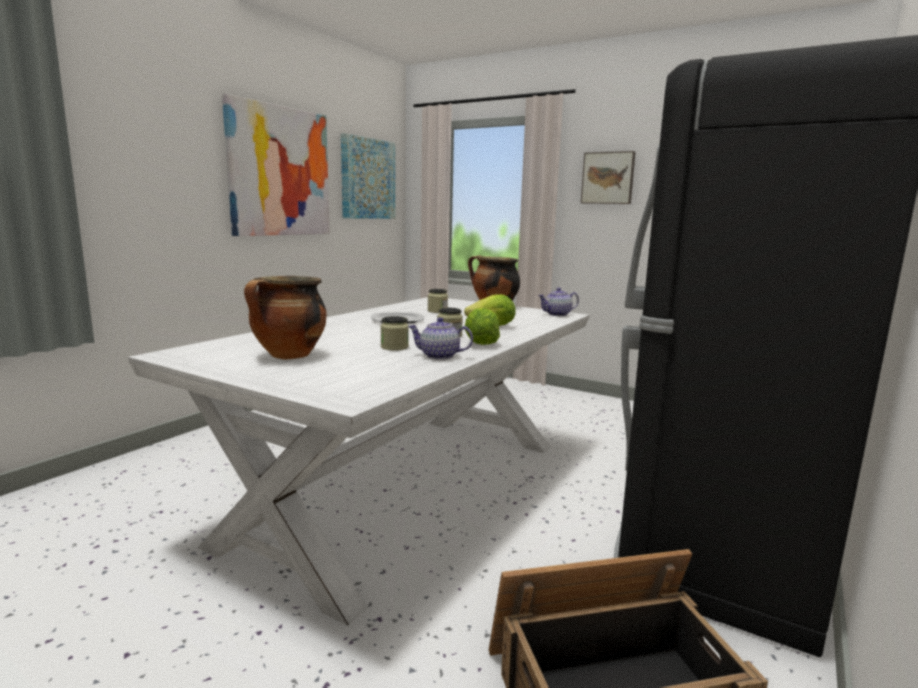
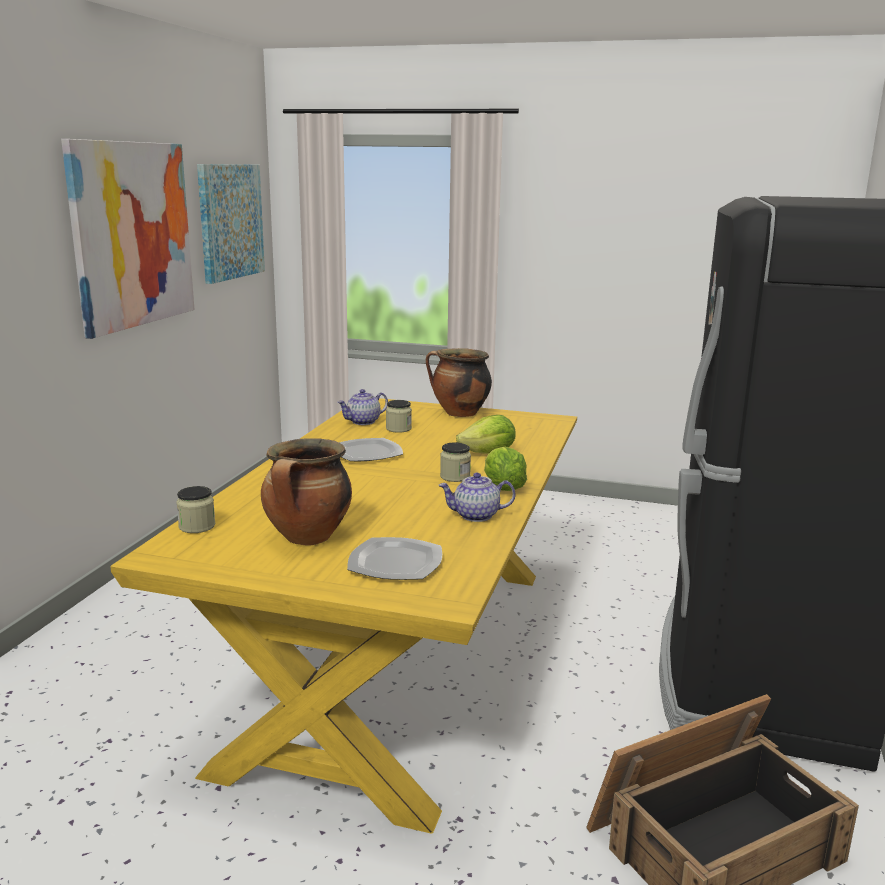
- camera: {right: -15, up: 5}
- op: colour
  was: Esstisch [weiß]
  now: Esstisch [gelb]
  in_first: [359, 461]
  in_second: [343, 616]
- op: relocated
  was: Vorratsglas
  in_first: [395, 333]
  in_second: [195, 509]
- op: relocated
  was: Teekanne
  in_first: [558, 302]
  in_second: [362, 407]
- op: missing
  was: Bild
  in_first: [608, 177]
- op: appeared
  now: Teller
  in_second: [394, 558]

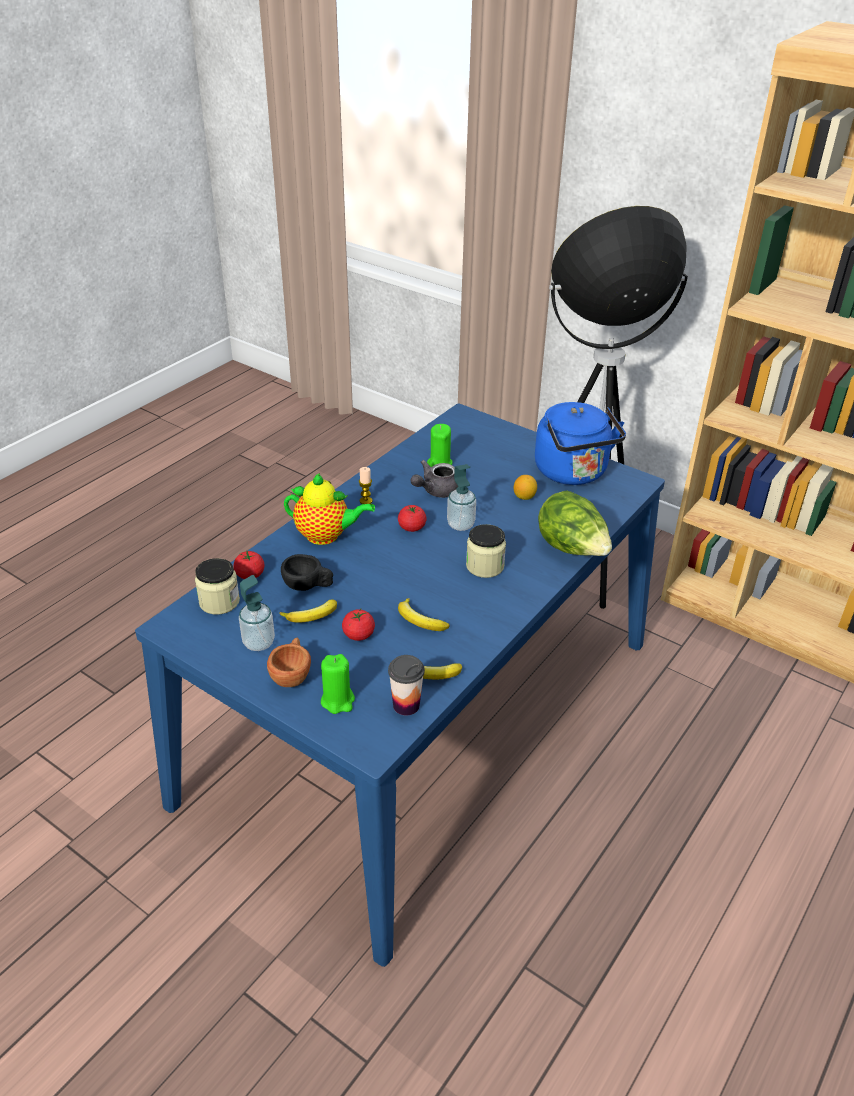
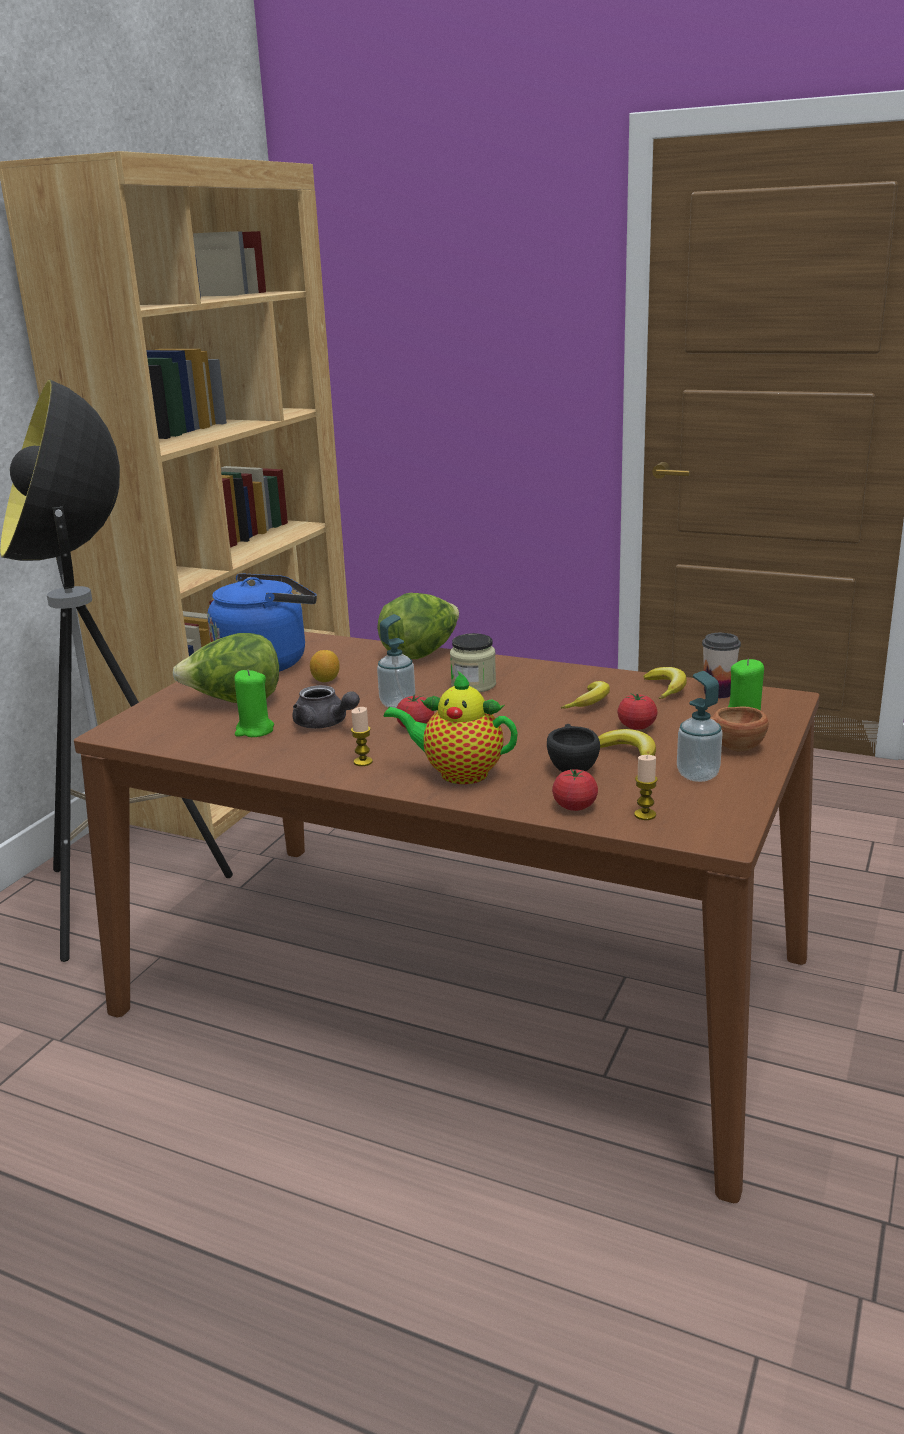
- camera: {right: -100, up: -15}
- op: colour
  was: Esstisch [blau]
  now: Esstisch [braun]
  in_first: [400, 685]
  in_second: [447, 917]
- op: exchanged
  was: Vorratsglas
  now: Kerze
  in_first: [217, 586]
  in_second: [646, 787]
- op: spun
  was: Teekanne
  in_first: [329, 509]
  in_second: [451, 727]
  clockwise: -75
- op: appeared
  now: Salatkopf
  in_second: [225, 668]

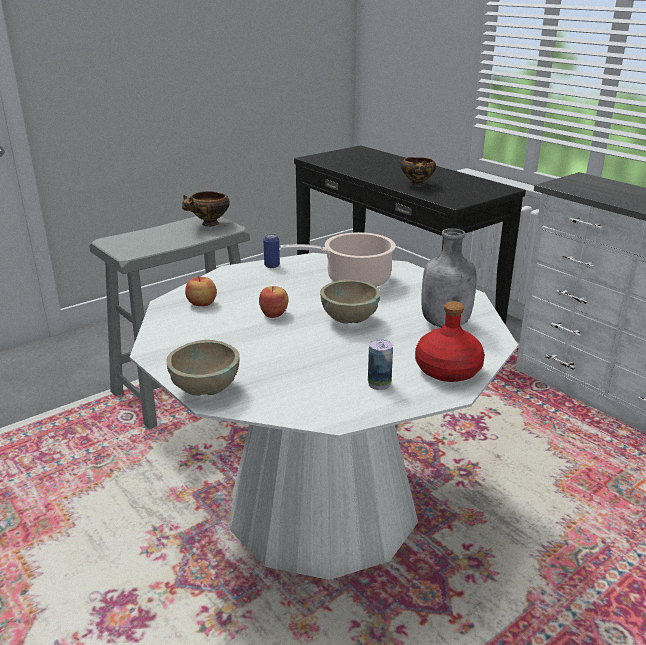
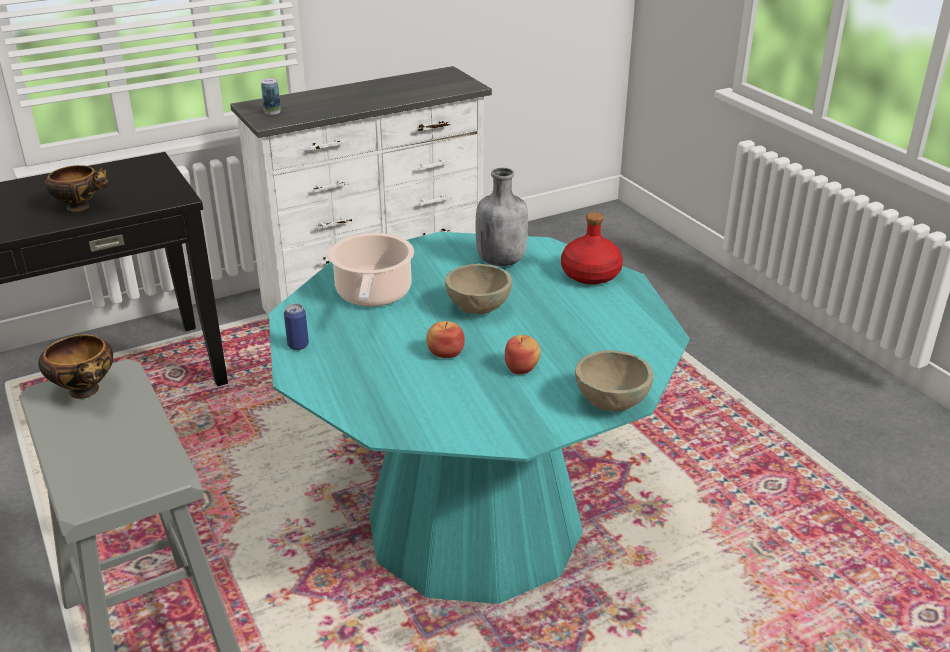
- camera: {right: -80, up: 5}
- op: colour
  was: Esstisch [weiß]
  now: Esstisch [türkis]
  in_first: [324, 416]
  in_second: [479, 418]
- op: relocated
  was: Apfel
  in_first: [201, 291]
  in_second: [523, 354]
- op: relocated
  was: Dose
  in_first: [380, 364]
  in_second: [271, 96]

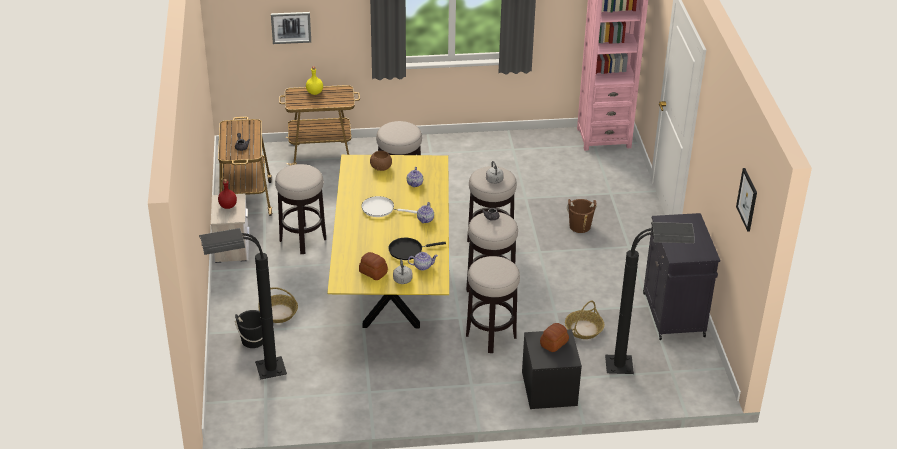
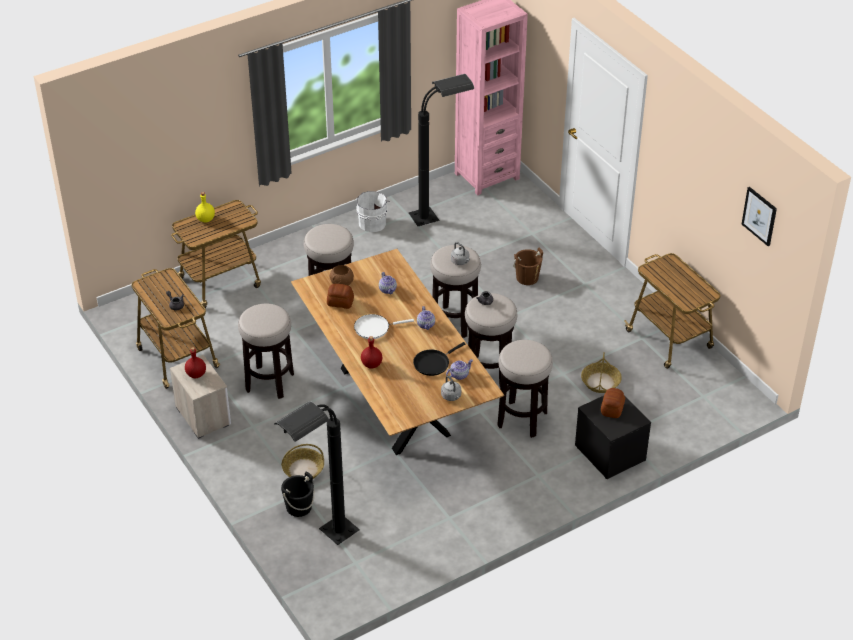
- camera: {right: -25, up: 5}
- op: missing
  was: Bild
  in_first: [291, 28]
- op: colour
  was: Esstisch [gelb]
  now: Esstisch [braun]
  in_first: [388, 241]
  in_second: [398, 352]
- op: relocated
  was: Brot
  in_first: [373, 266]
  in_second: [340, 296]
- op: relocated
  was: Stehlampe [schwarz]
  in_first: [650, 298]
  in_second: [441, 150]
- op: exchanged
  was: Schrank [schwarz]
  now: Rollwagen
  in_first: [681, 276]
  in_second: [672, 311]
- op: appeared
  now: Eimer [weiß]
  in_second: [373, 211]
- op: appeared
  now: Flasche [rot]
  in_second: [372, 352]

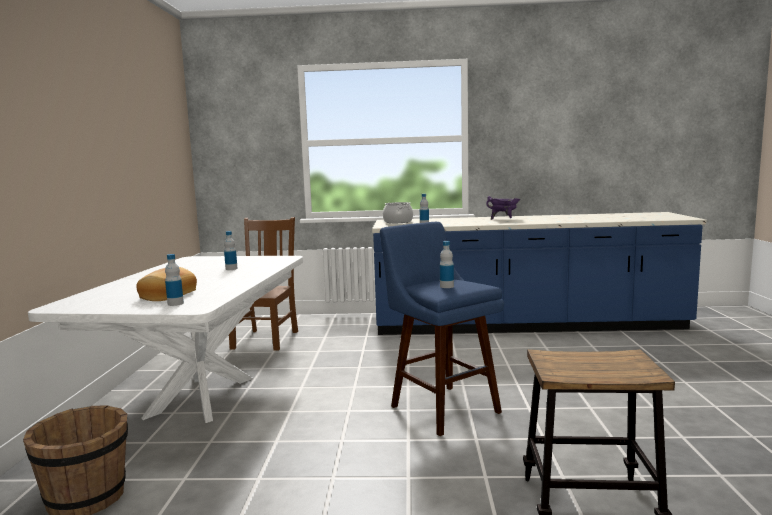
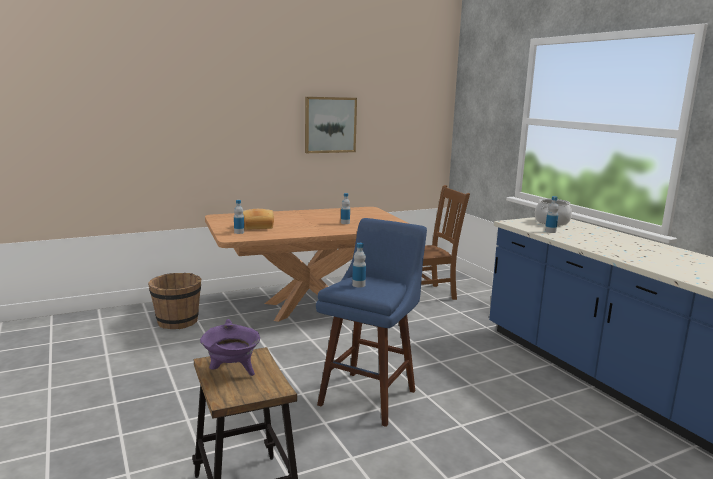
- camera: {right: 60, up: 5}
- op: colour
  was: Esstisch [weiß]
  now: Esstisch [braun]
  in_first: [165, 339]
  in_second: [307, 264]
- op: relocated
  was: Kochtopf [lila]
  in_first: [503, 208]
  in_second: [230, 347]
- op: appeared
  now: Bild
  in_second: [331, 125]

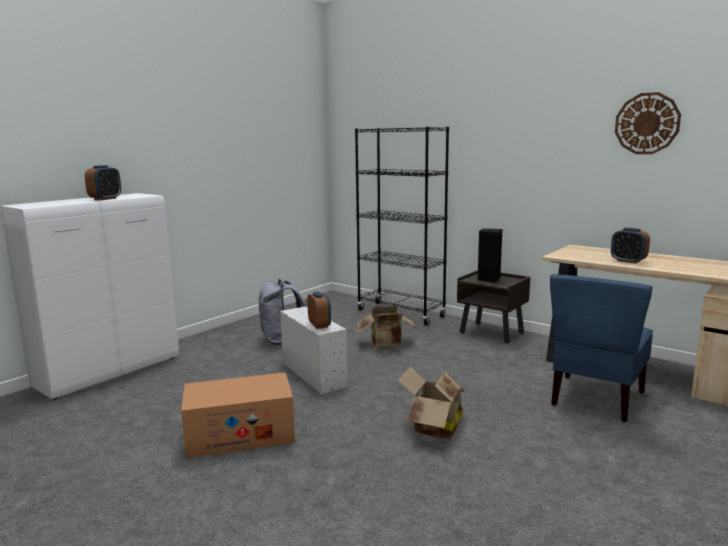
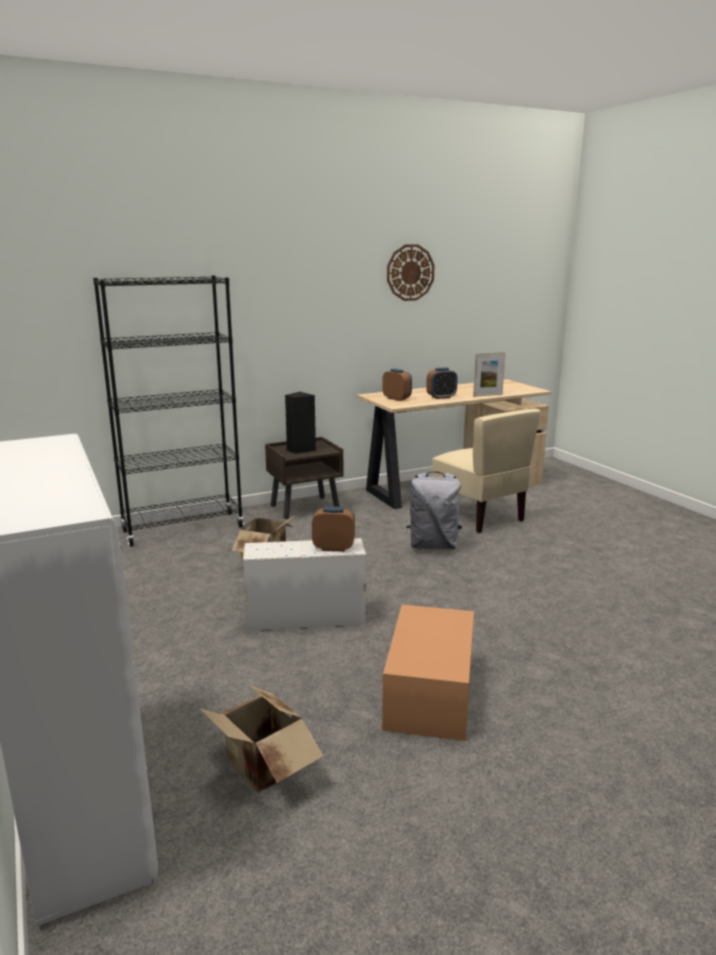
- camera: {right: -65, up: 5}
- op: relocated
  was: Wecker
  in_first: [103, 182]
  in_second: [397, 385]
- op: relocated
  was: Rucksack [grau]
  in_first: [282, 312]
  in_second: [434, 510]
- op: relocated
  was: Karton
  in_first: [432, 403]
  in_second: [261, 739]
- op: colour
  was: Stuhl [blau]
  now: Stuhl [beige]
  in_first: [601, 348]
  in_second: [486, 471]
- op: appeared
  now: Bilderrahmen
  in_second: [489, 374]

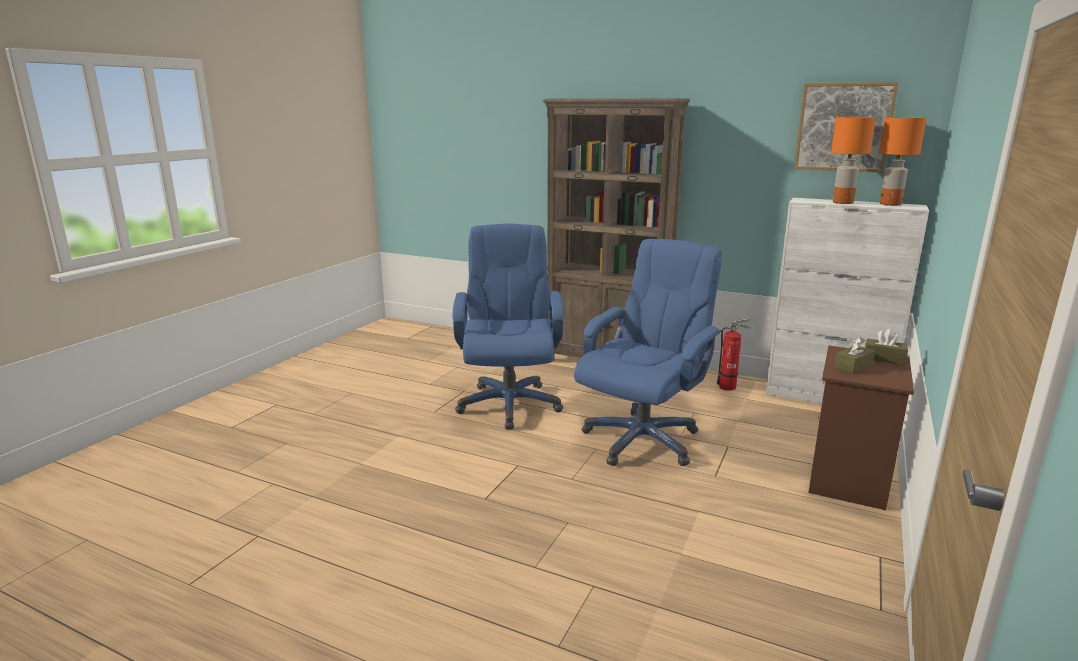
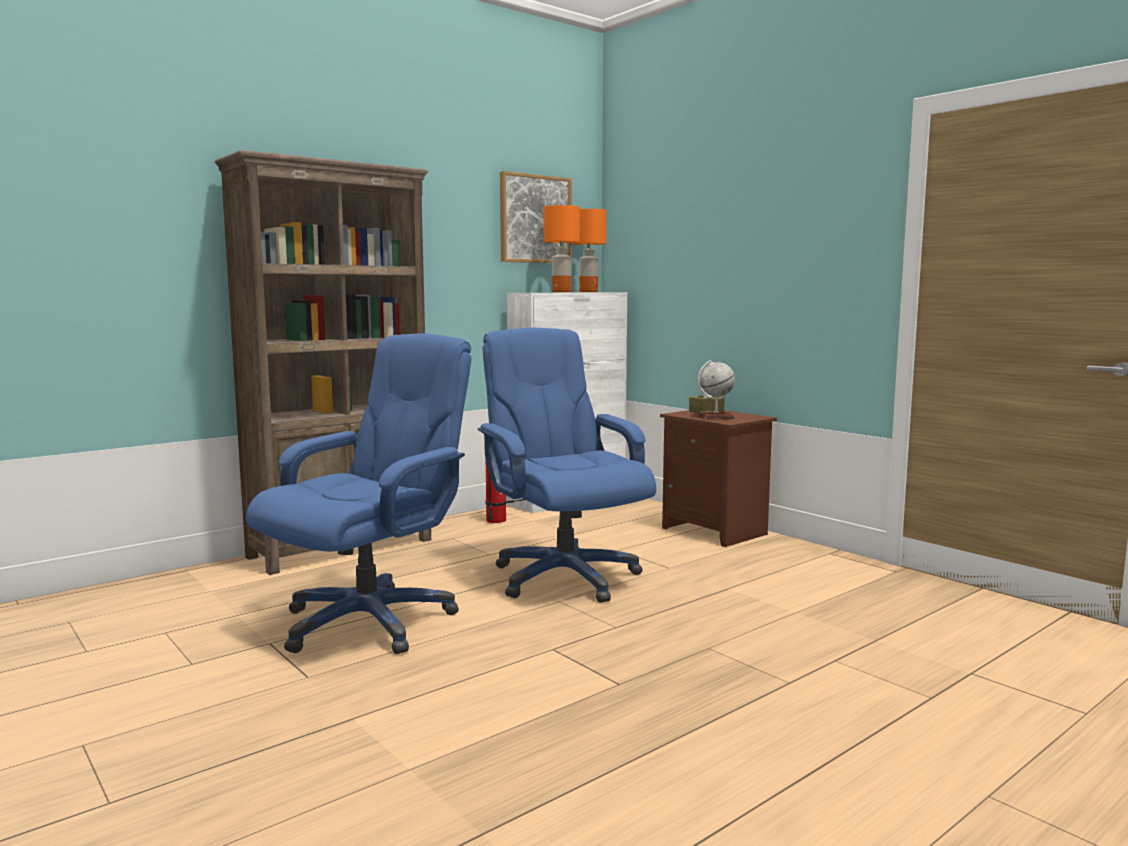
- camera: {right: -65, up: -10}
- op: spun
  was: Bürostuhl [blau]
  in_first: [508, 326]
  in_second: [359, 493]
  clockwise: 105
- op: exchanged
  was: Taschentuchbox [braun]
  now: Globus
  in_first: [854, 355]
  in_second: [716, 390]

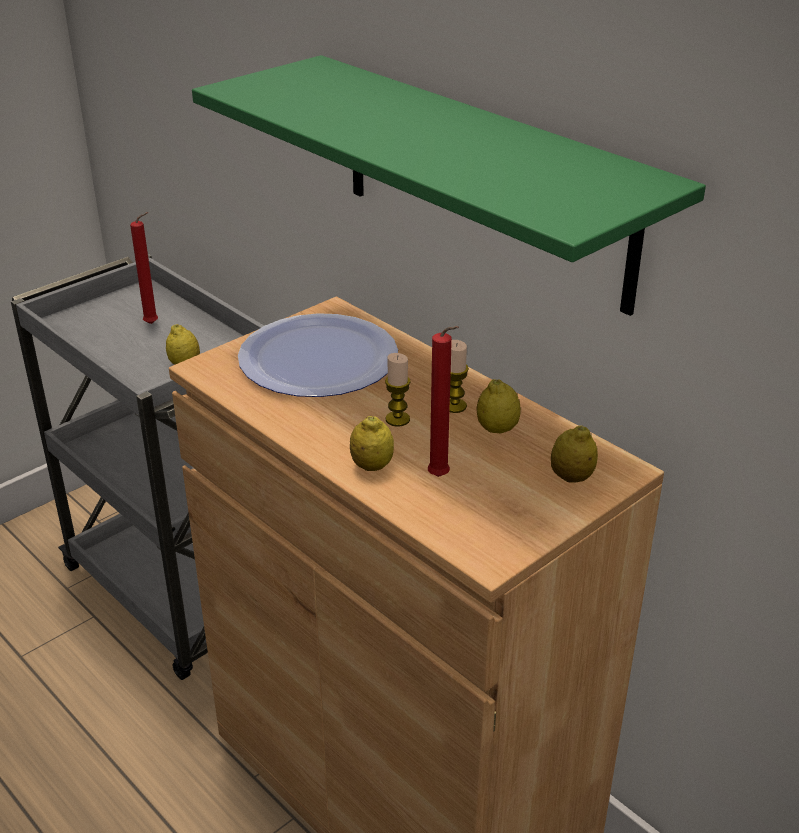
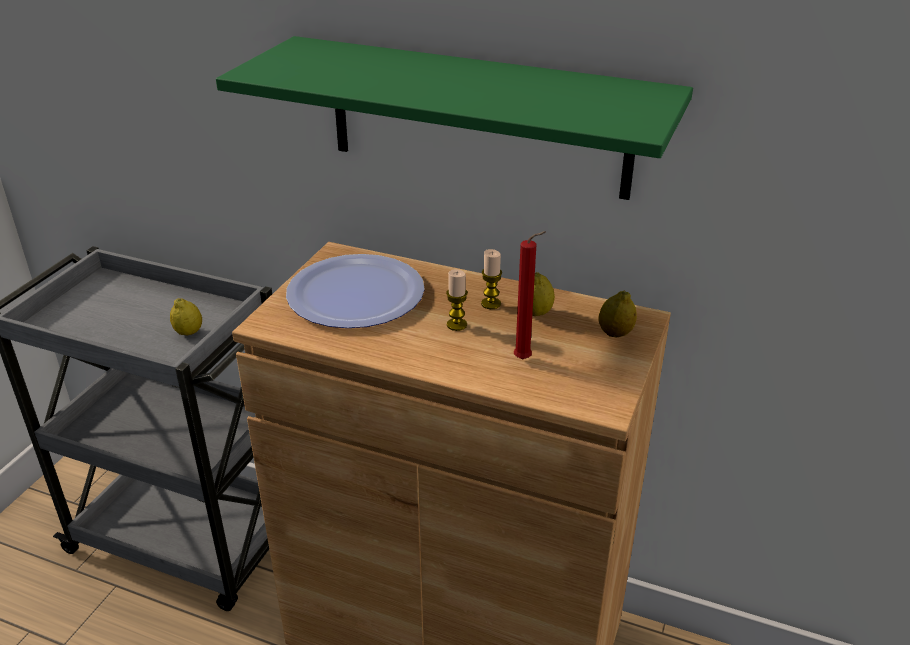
- camera: {right: -25, up: 0}
- op: missing
  was: Kerze [rot]
  in_first: [144, 268]
- op: missing
  was: Zitrone
  in_first: [372, 443]

